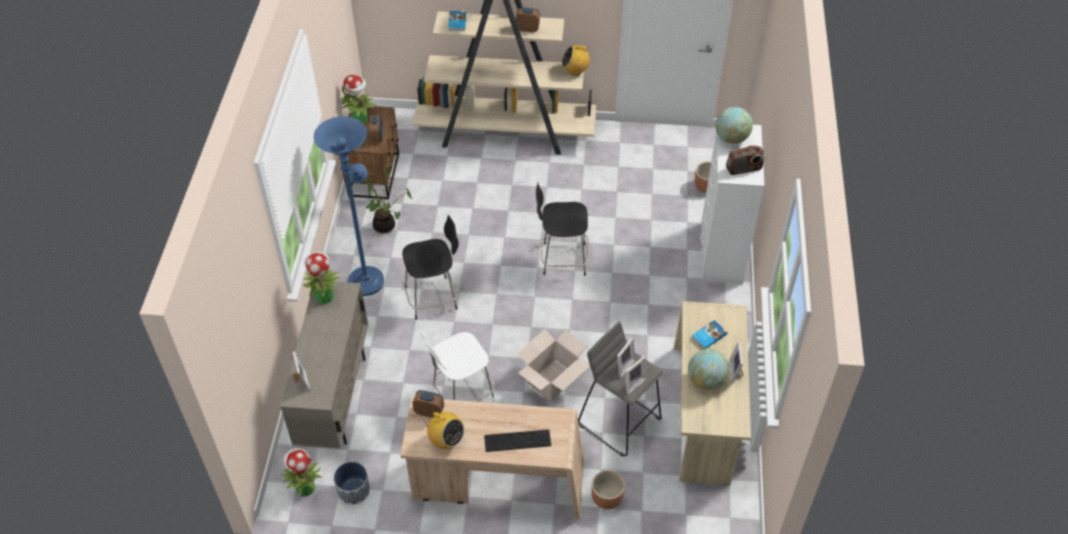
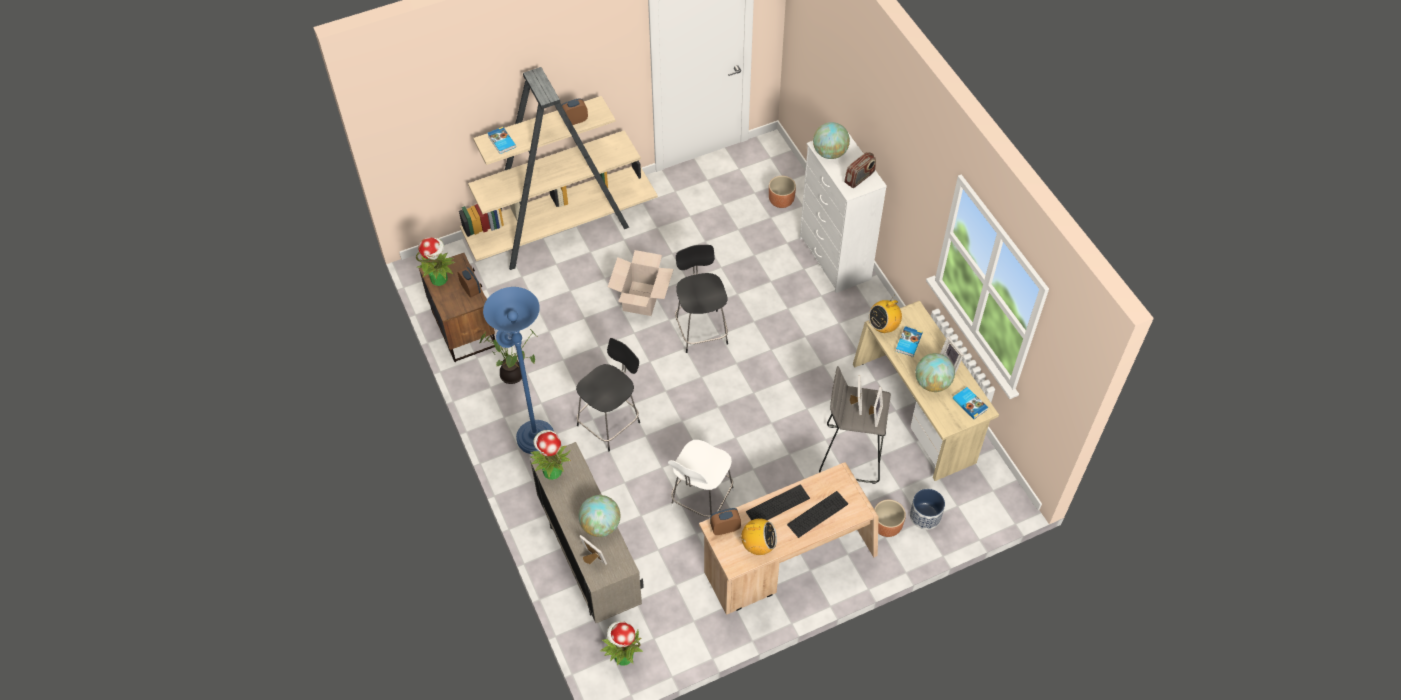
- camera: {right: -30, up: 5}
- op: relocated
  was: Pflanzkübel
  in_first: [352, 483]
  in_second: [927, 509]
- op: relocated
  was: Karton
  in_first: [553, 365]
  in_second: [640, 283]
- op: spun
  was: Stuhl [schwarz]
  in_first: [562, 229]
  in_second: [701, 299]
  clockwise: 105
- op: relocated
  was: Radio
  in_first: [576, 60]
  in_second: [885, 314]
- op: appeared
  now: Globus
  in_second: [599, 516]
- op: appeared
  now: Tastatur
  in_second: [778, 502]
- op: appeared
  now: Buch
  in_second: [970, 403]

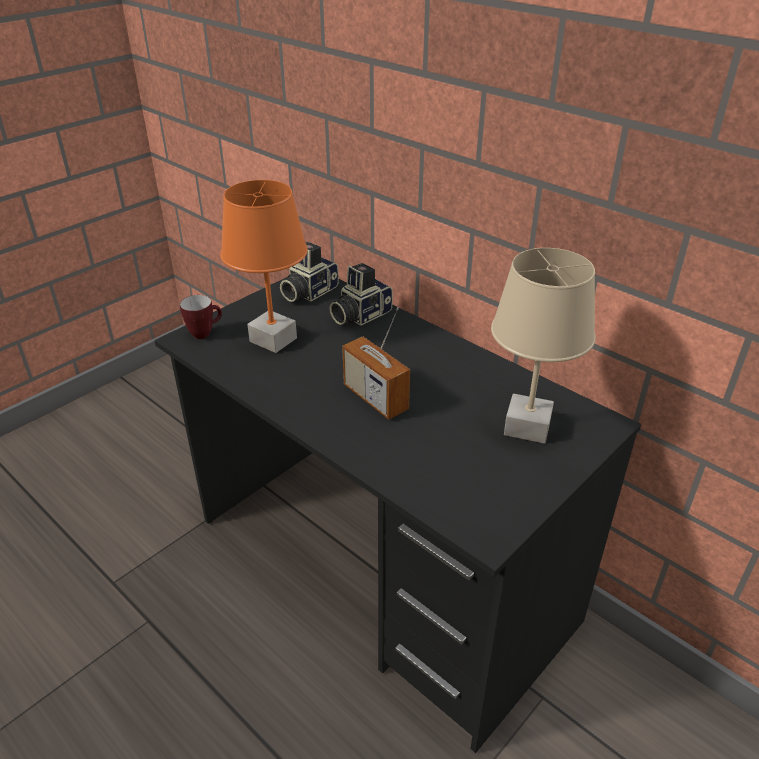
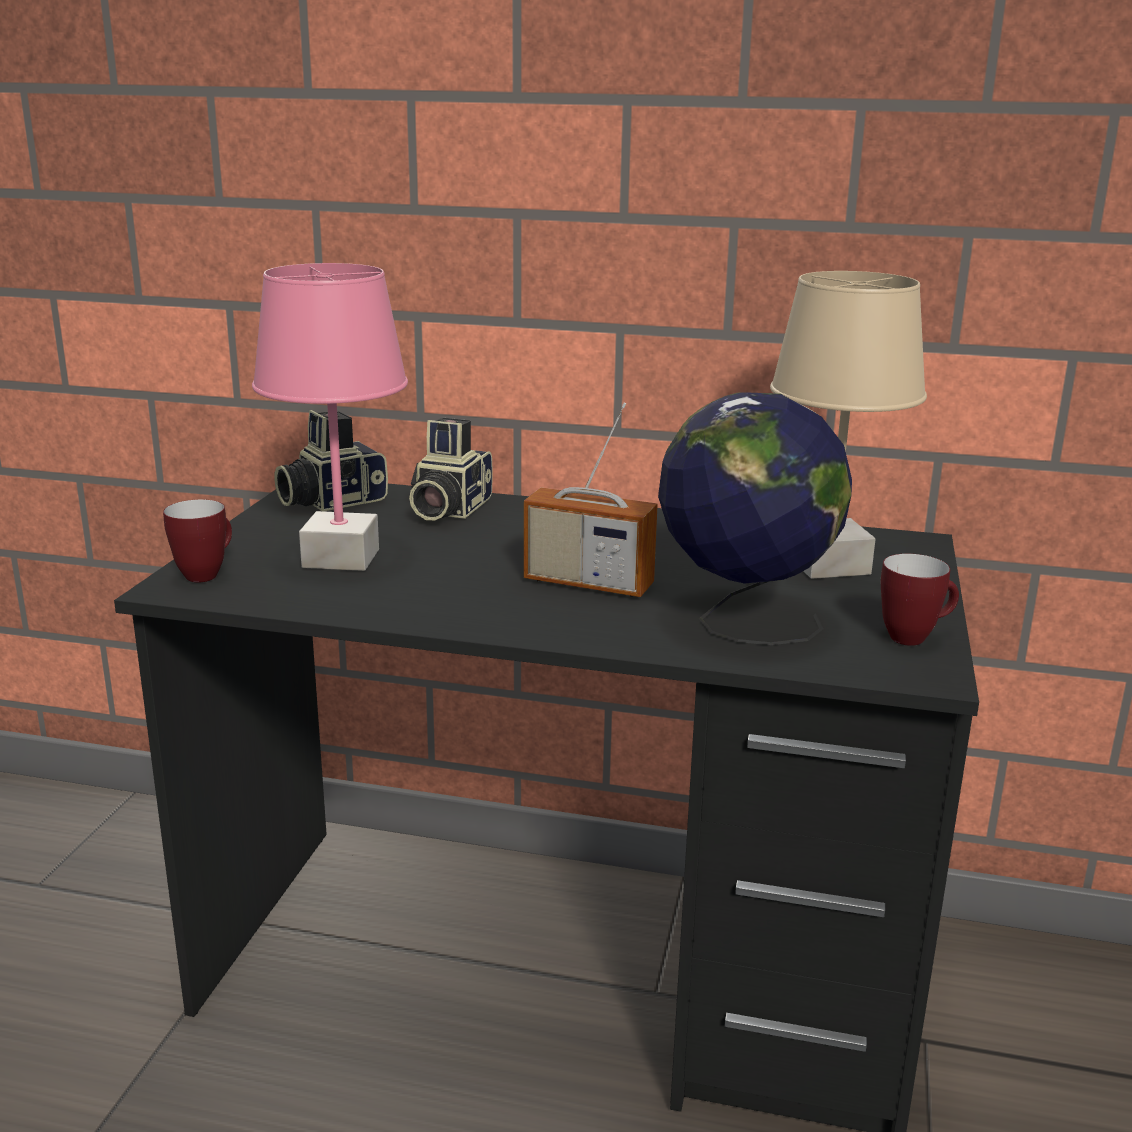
- camera: {right: -30, up: -15}
- op: colour
  was: Tischlampe [orange]
  now: Tischlampe [rosa]
  in_first: [264, 266]
  in_second: [330, 417]
- op: spun
  was: Kamera
  in_first: [309, 272]
  in_second: [331, 460]
  clockwise: 45
- op: appeared
  now: Globus
  in_second: [755, 518]
- op: appeared
  now: Henkelbecher
  in_second: [920, 600]

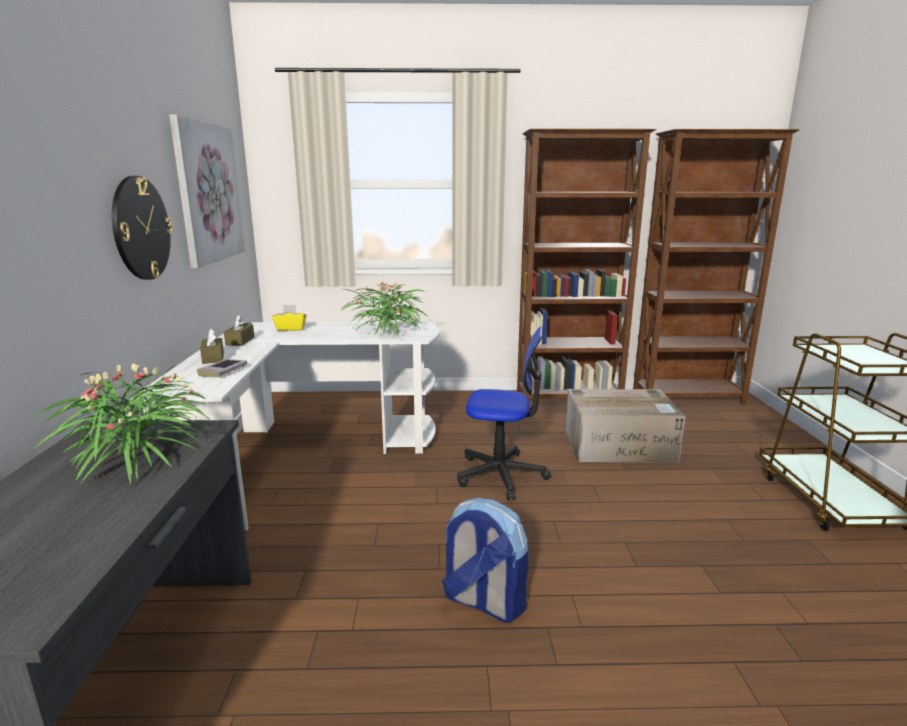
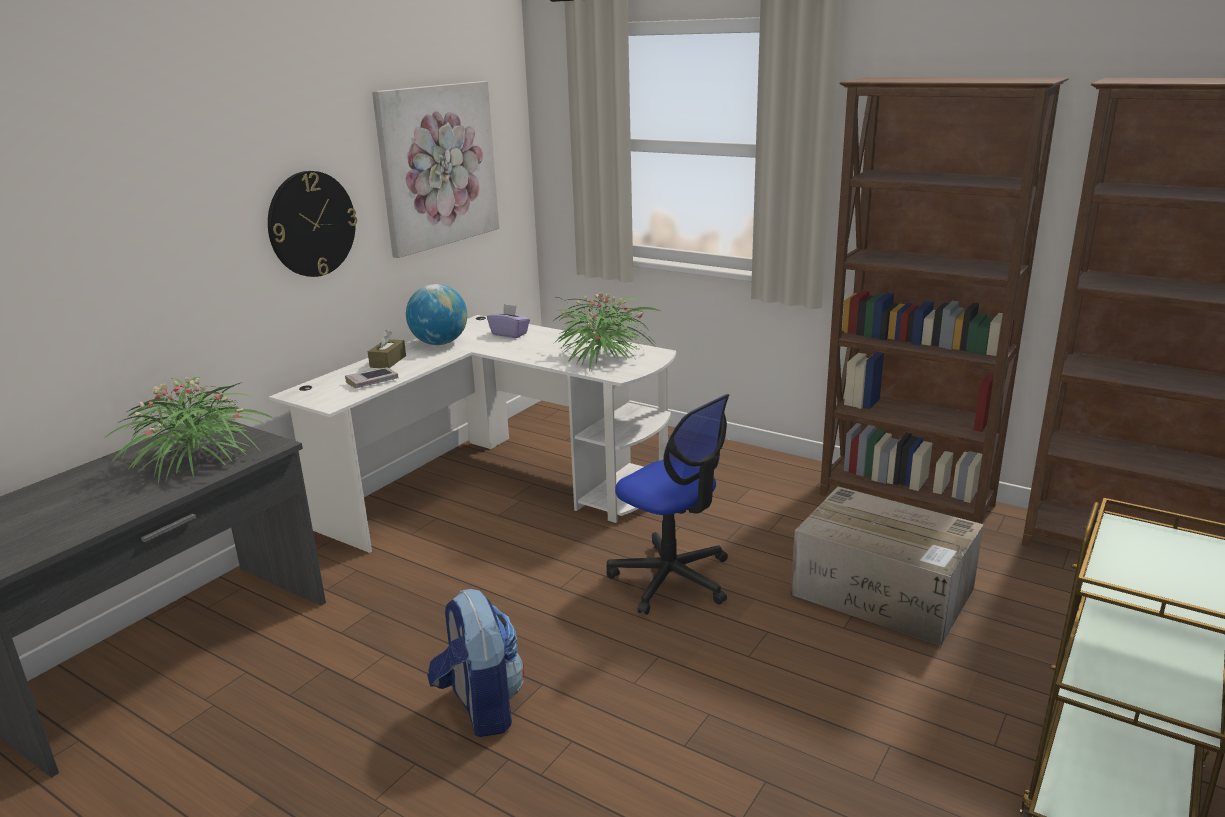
- camera: {right: 35, up: 5}
- op: exchanged
  was: Taschentuchbox [braun]
  now: Globus
  in_first: [239, 330]
  in_second: [436, 314]
- op: colour
  was: Taschentuchbox [gelb]
  now: Taschentuchbox [lila]
  in_first: [289, 318]
  in_second: [508, 321]

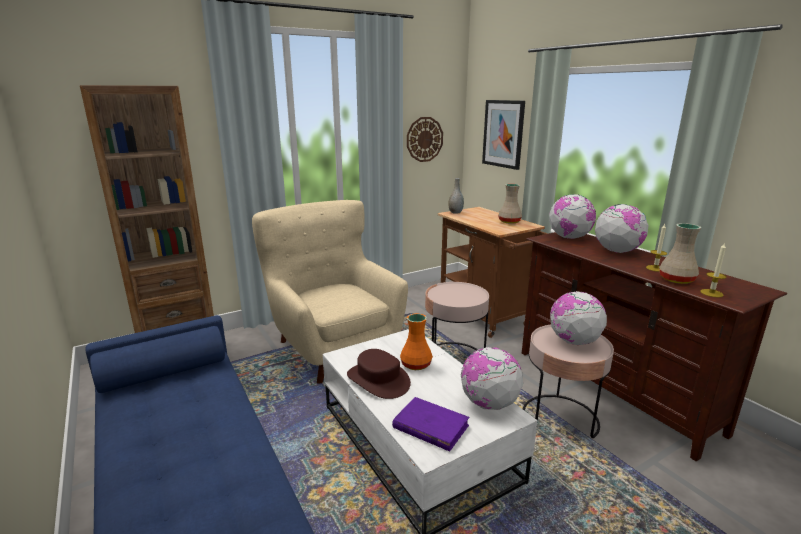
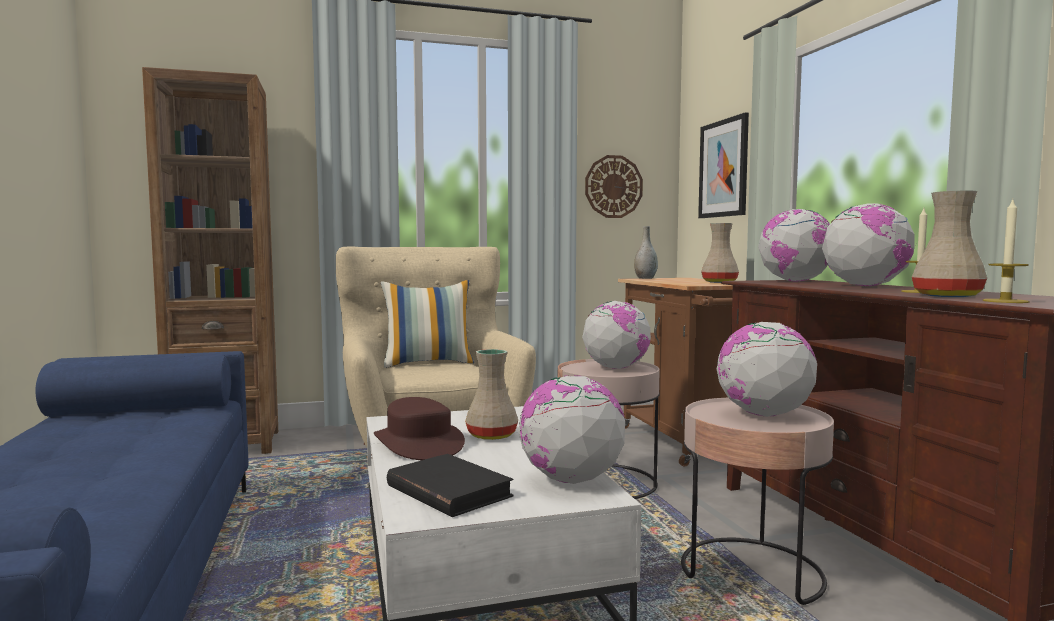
- camera: {right: 15, up: -15}
- op: colour
  was: Buch [lila]
  now: Buch [schwarz]
  in_first: [431, 424]
  in_second: [450, 485]
- op: colour
  was: Vase [orange]
  now: Vase [beige]
  in_first: [416, 341]
  in_second: [491, 394]
- op: appeared
  now: Kissen
  in_second: [427, 324]
- op: appeared
  now: Globus
  in_second: [616, 335]

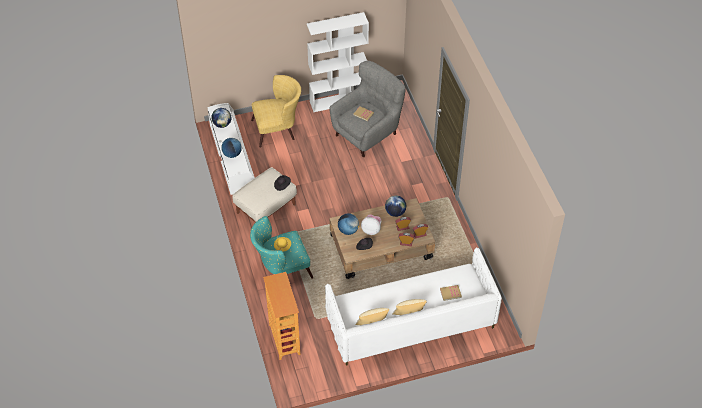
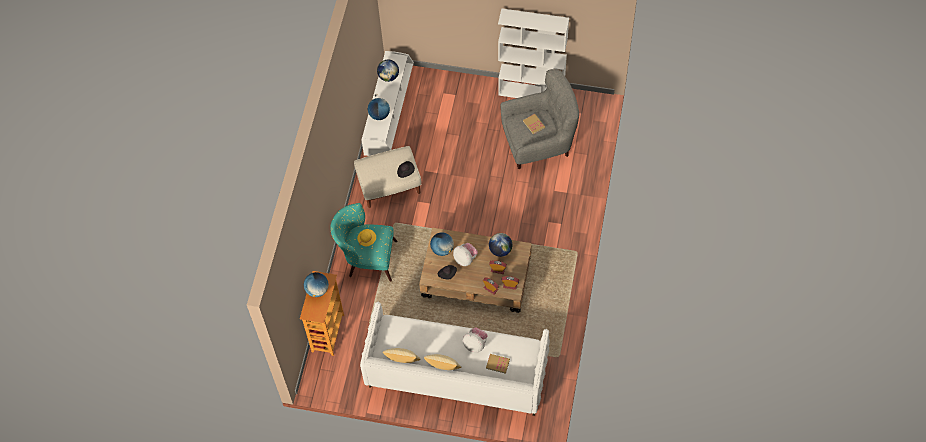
- camera: {right: 30, up: 10}
- op: missing
  was: Sessel [gelb]
  in_first: [276, 111]
- op: appeared
  now: Globus
  in_second: [316, 284]
- op: appeared
  now: Plüschtier
  in_second: [475, 340]

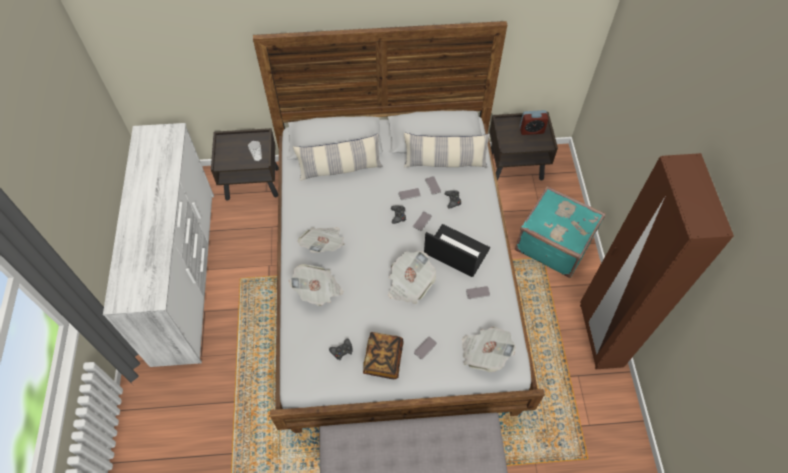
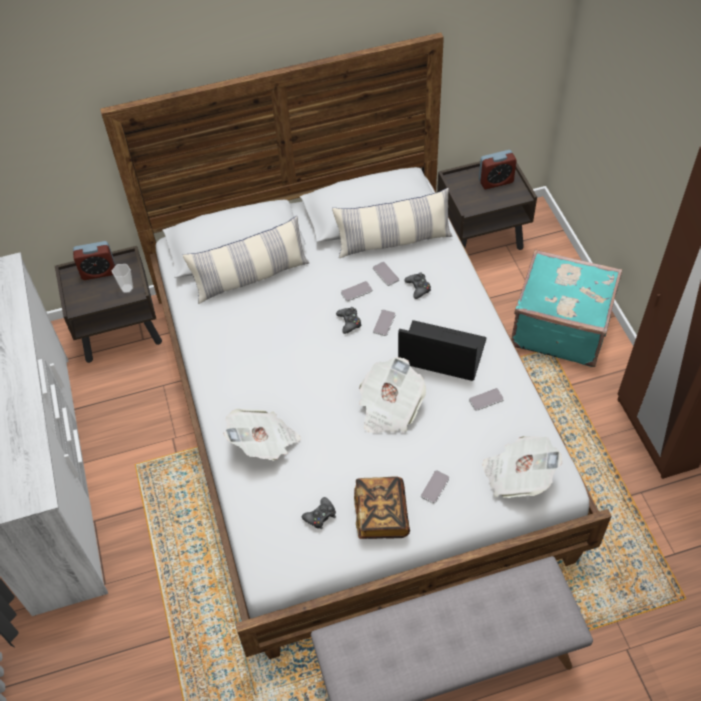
- camera: {right: -10, up: -5}
- op: missing
  was: Zeitung
  in_first: [321, 240]
- op: appeared
  now: Wecker
  in_second: [94, 260]

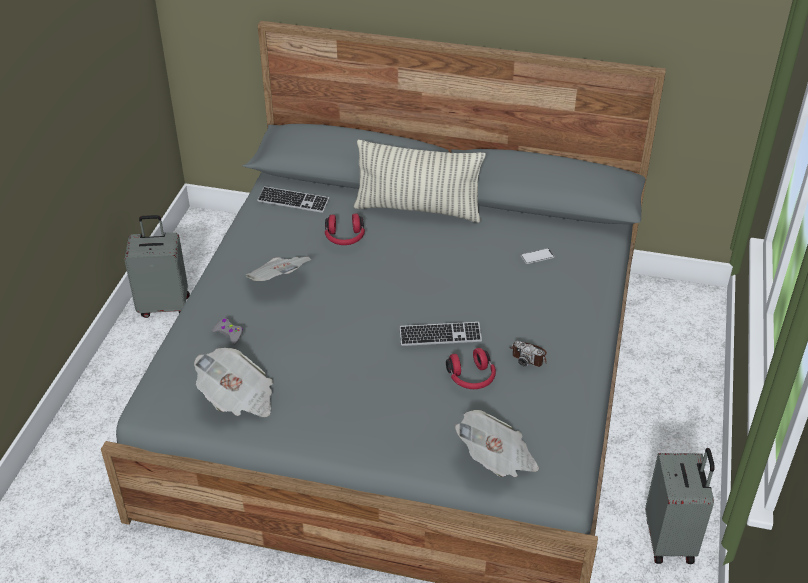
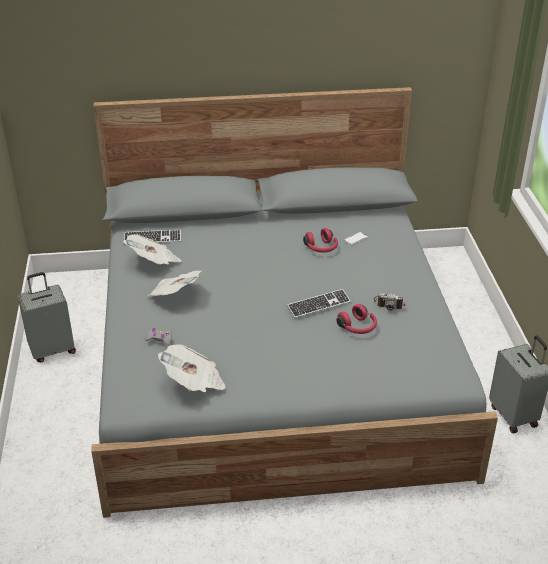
- camera: {right: -20, up: -5}
- op: relocated
  was: Kopfhörer [rot]
  in_first: [345, 229]
  in_second: [320, 240]
- op: missing
  was: Kissen
  in_first: [420, 181]
- op: relocated
  was: Zeitung
  in_first: [497, 443]
  in_second: [152, 249]

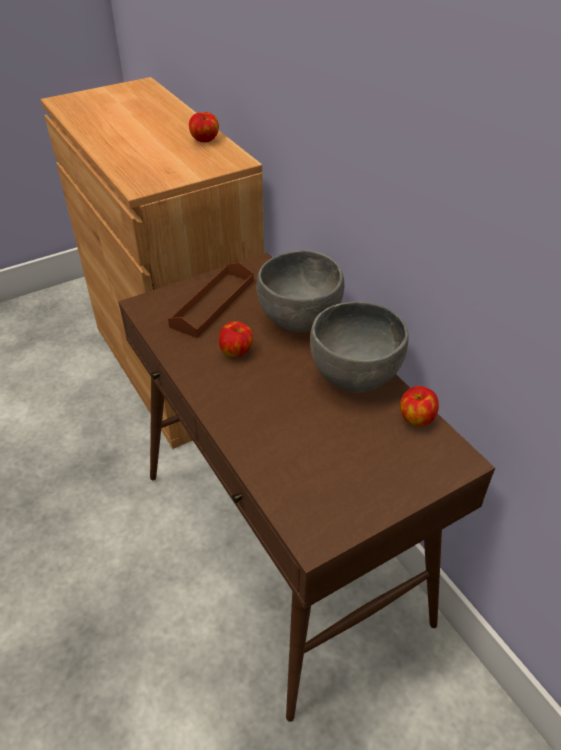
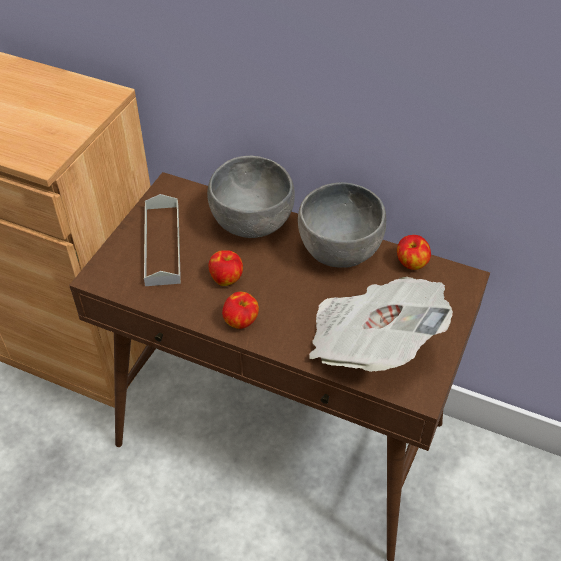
- camera: {right: -35, up: 5}
- op: colour
  was: Tablett [braun]
  now: Tablett [grau]
  in_first: [211, 300]
  in_second: [162, 240]
- op: relocated
  was: Apfel
  in_first: [204, 127]
  in_second: [240, 310]
- op: appeared
  now: Zeitung
  in_second: [381, 324]

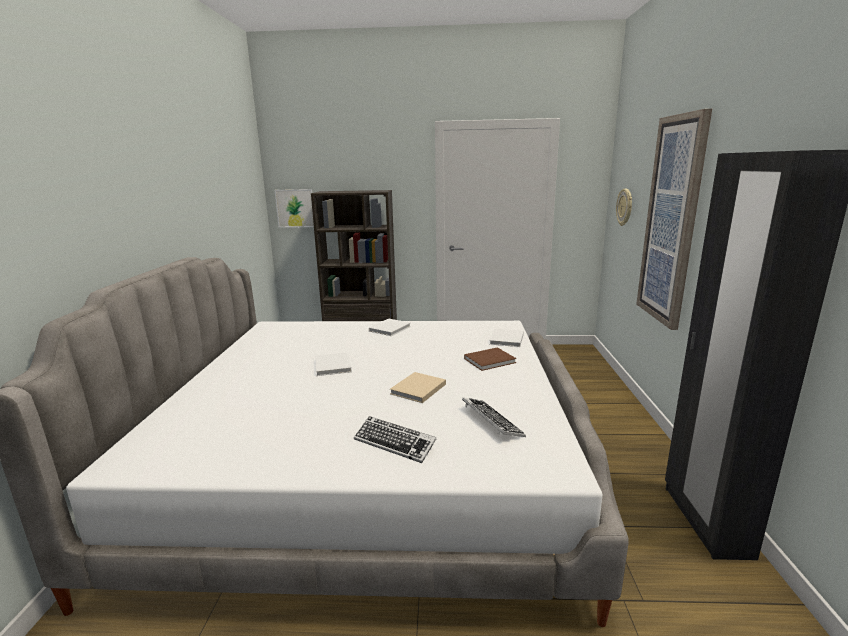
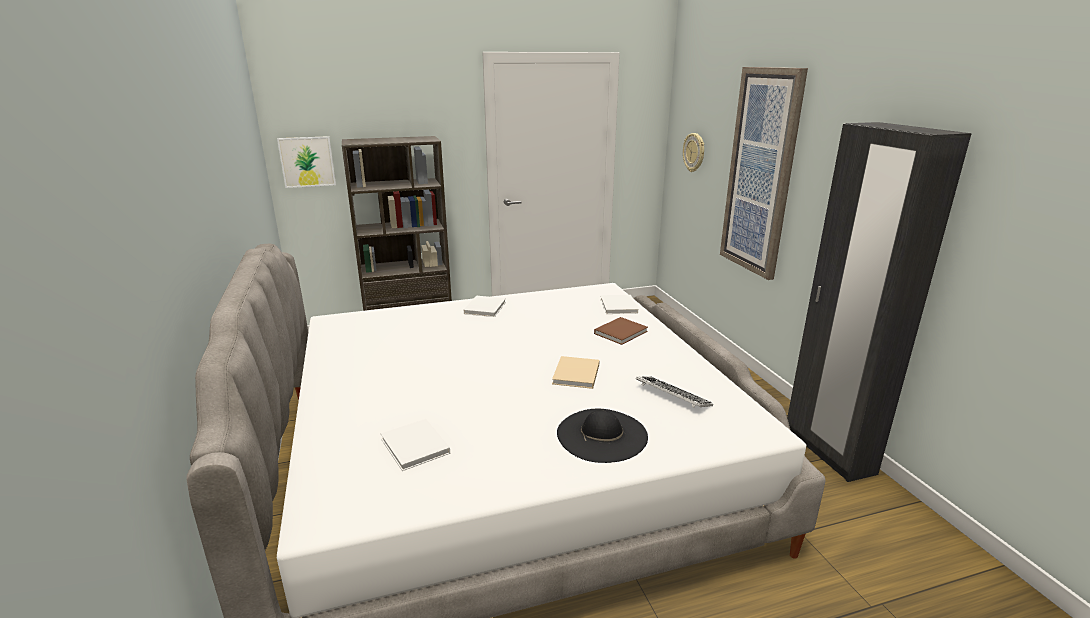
- camera: {right: -20, up: 5}
- op: relocated
  was: Buch [weiß]
  in_first: [333, 364]
  in_second: [415, 445]
- op: exchanged
  was: Tastatur
  now: Hut [schwarz]
  in_first: [395, 439]
  in_second: [602, 436]

